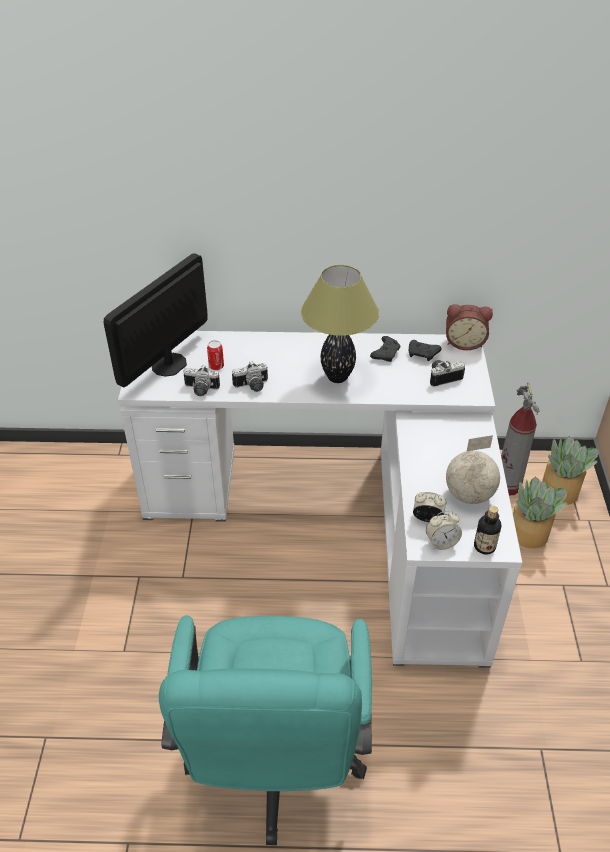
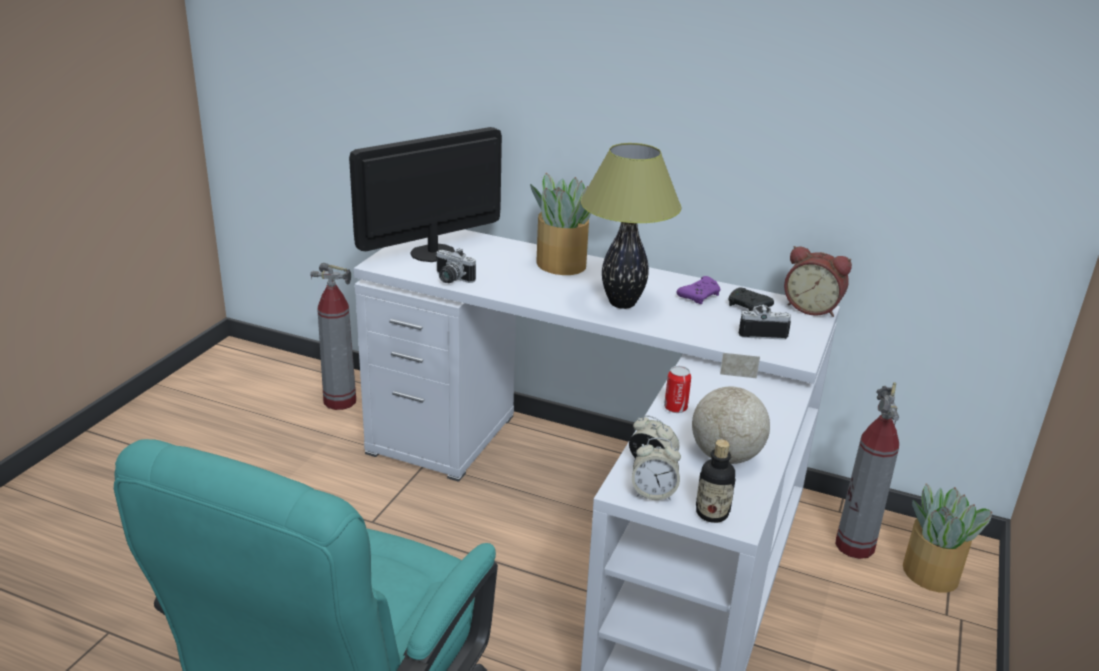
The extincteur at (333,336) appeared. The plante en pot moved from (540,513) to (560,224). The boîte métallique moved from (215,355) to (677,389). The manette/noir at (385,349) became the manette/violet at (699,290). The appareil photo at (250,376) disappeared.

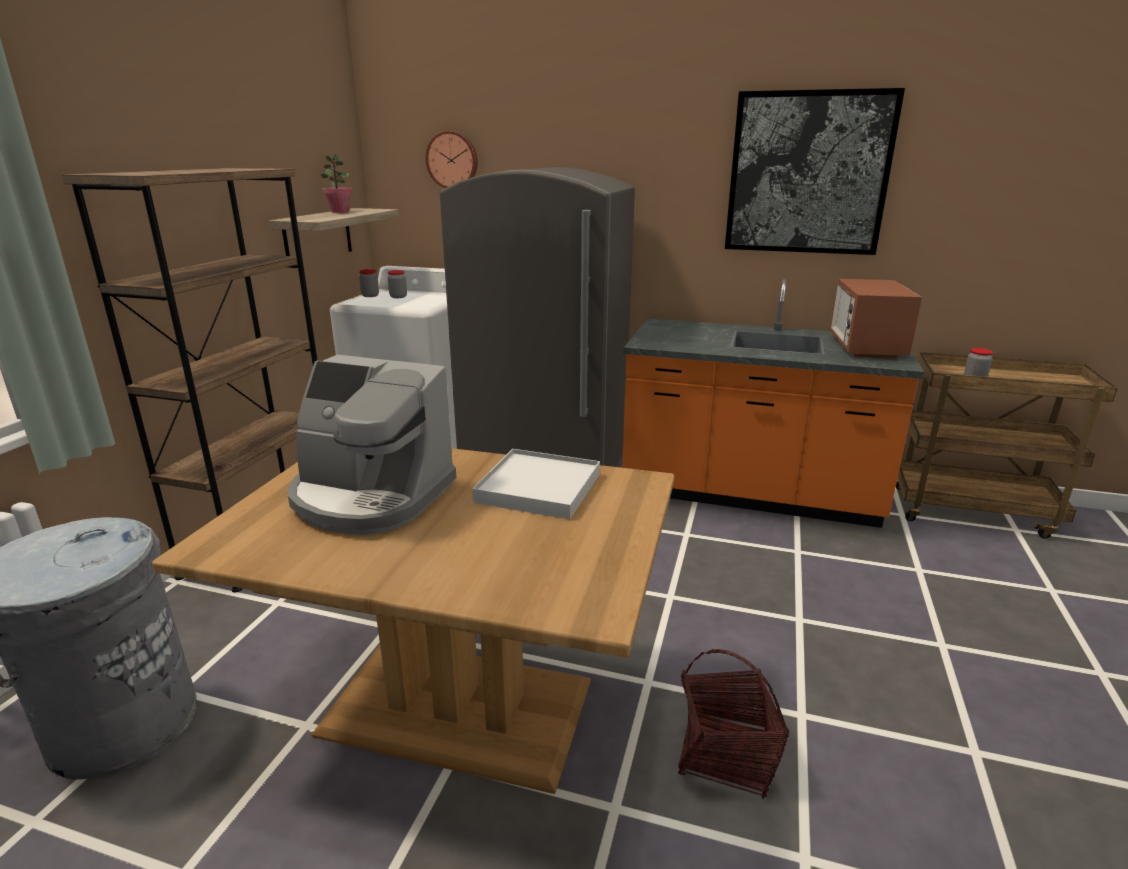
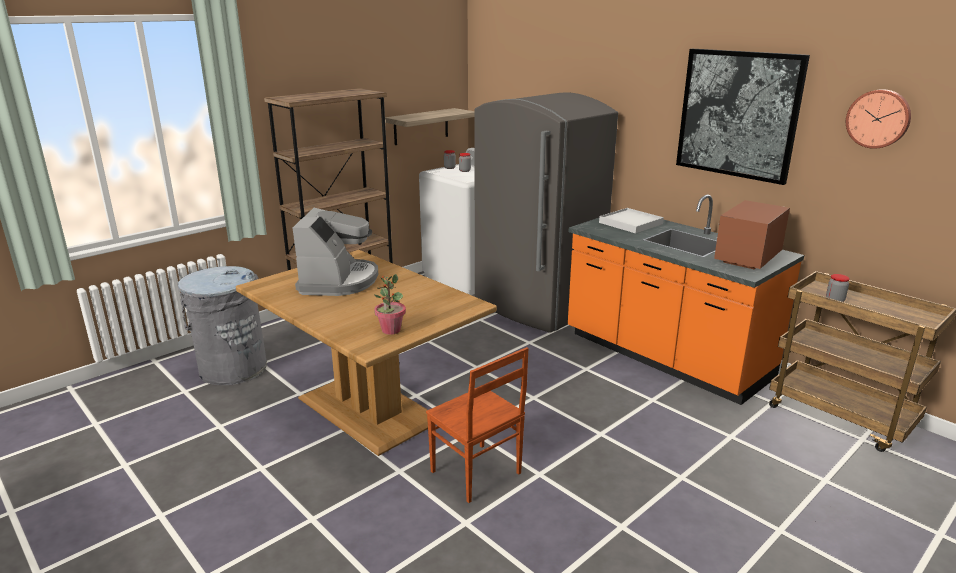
The machine à café at (372,445) turned 135 degrees counterclockwise. The plante en pot moved from (337,183) to (390,304). The panier at (734,724) was replaced by the chaise/marron at (477,425). The plateau/blanc moved from (536,484) to (631,220). The horloge murale moved from (451,159) to (878,119).

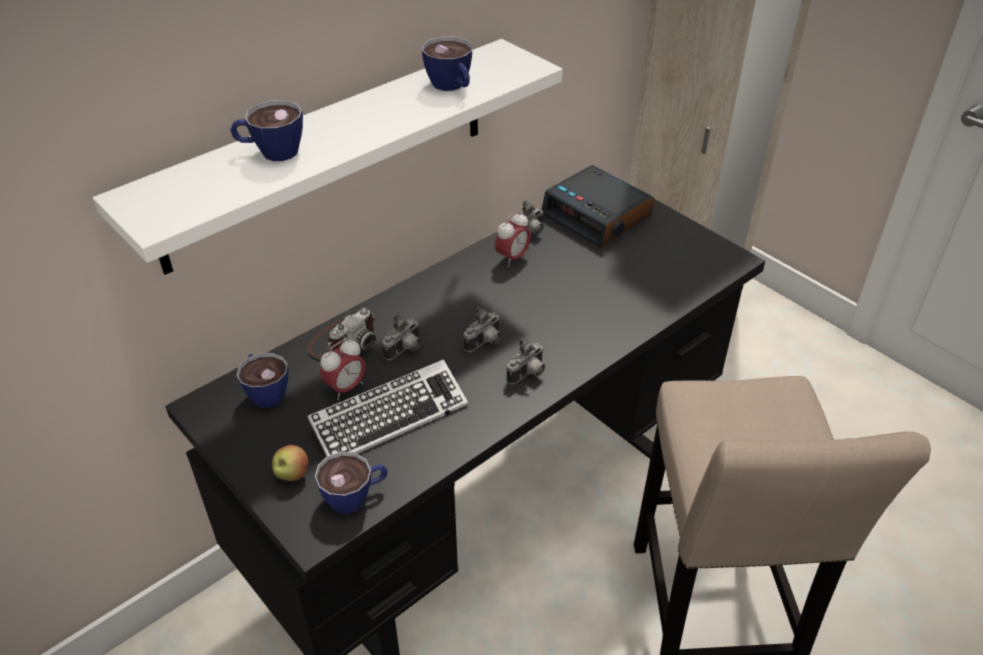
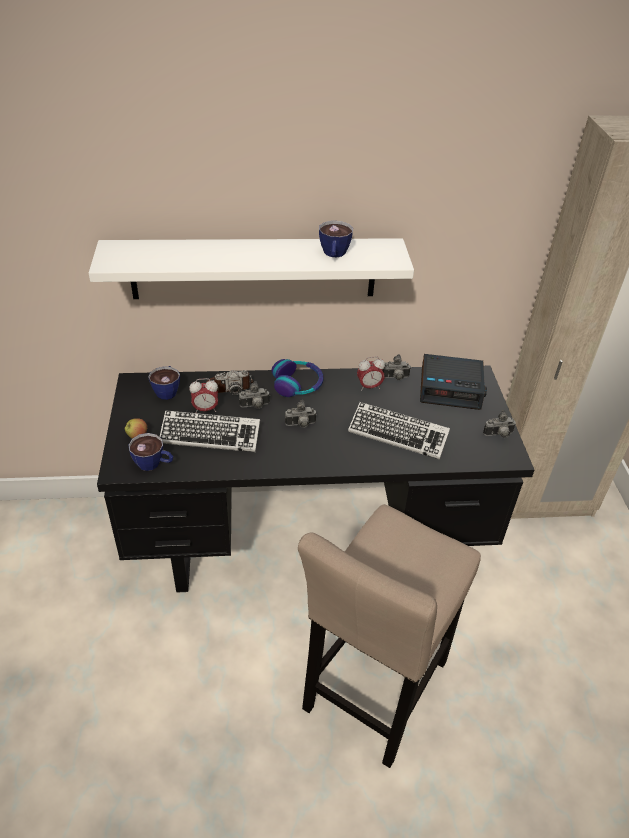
The casque audio at (298,378) appeared. The clavier at (399,431) appeared. The réveil at (598,206) turned 75 degrees counterclockwise. The appareil photo moved from (525,361) to (499,424). The tasse at (266,130) disappeared.

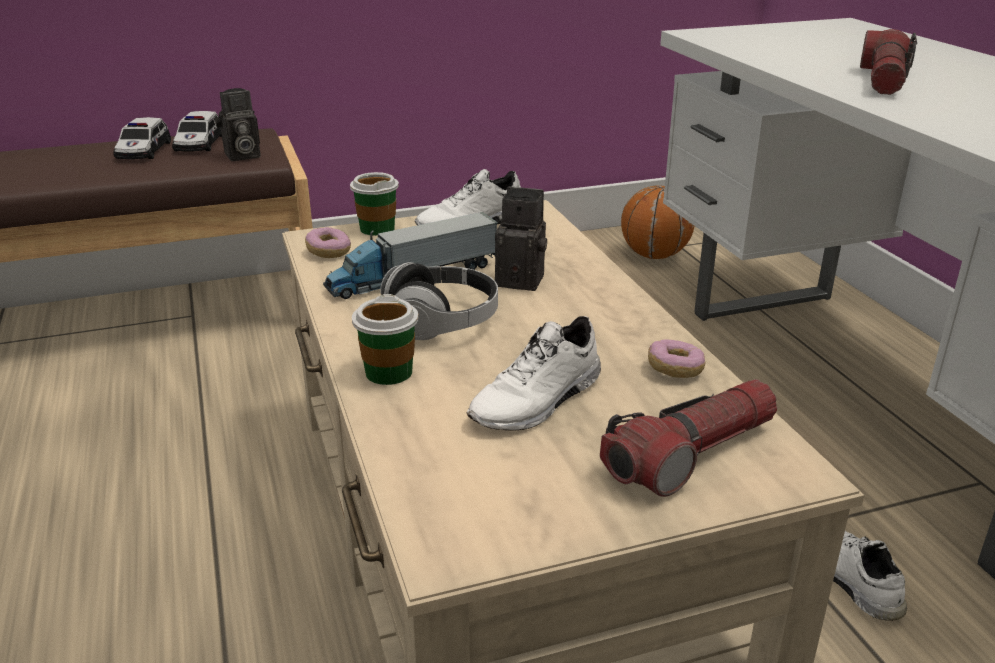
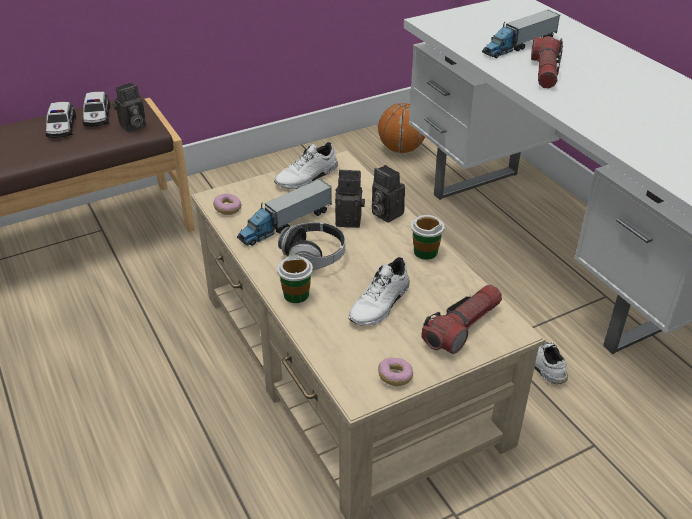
The appareil photo at (388,194) appeared. The beignet moved from (676,358) to (395,372). The tasse moved from (374,204) to (427,237). The camion jouet at (521,34) appeared.

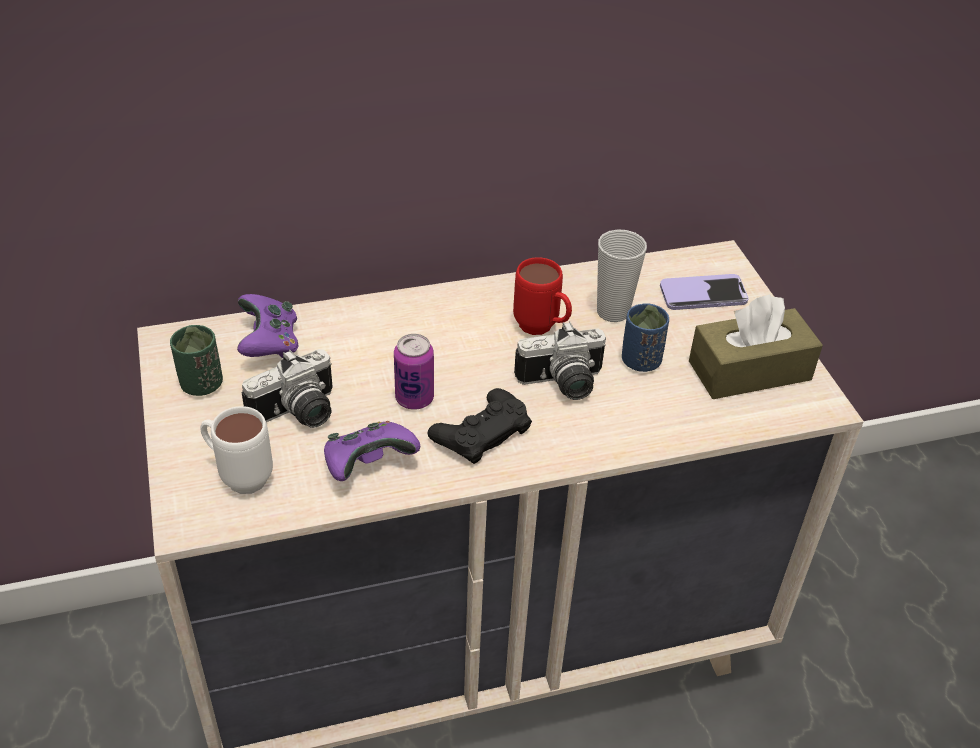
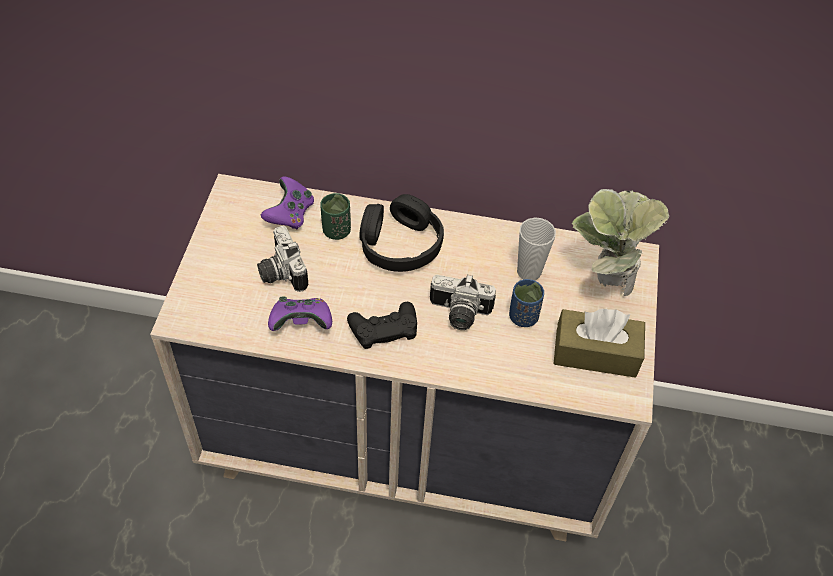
The appareil photo at (287,388) turned 75 degrees clockwise. The tasse/vert moved from (196,360) to (335,216). The casque audio/noir at (402,233) appeared. The téléphone at (704,292) was replaced by the plante en pot at (620,242). The mug/blanc at (236,450) disappeared. The boîte métallique at (414,372) disappeared. The mug/rouge at (542,296) disappeared.

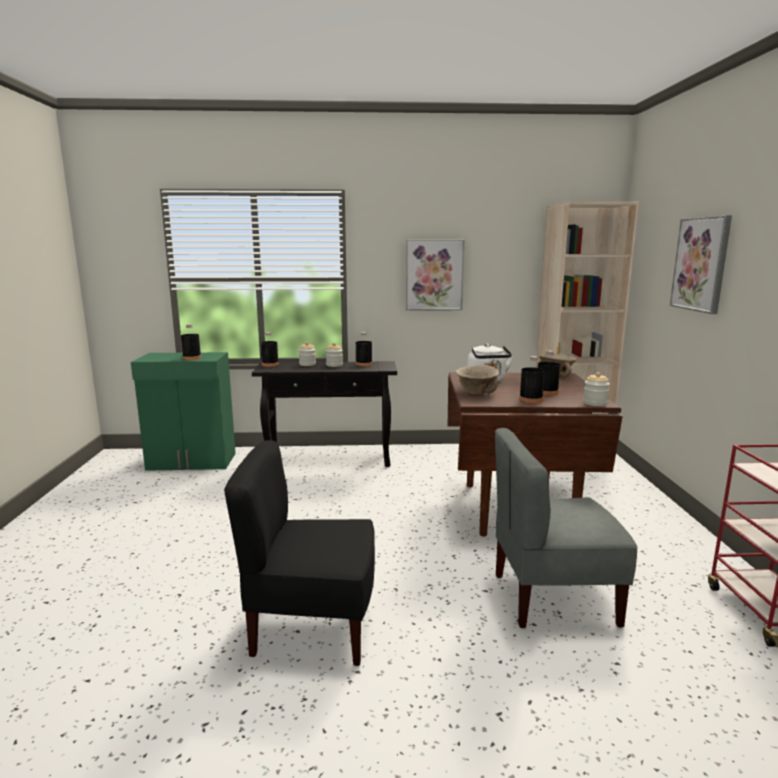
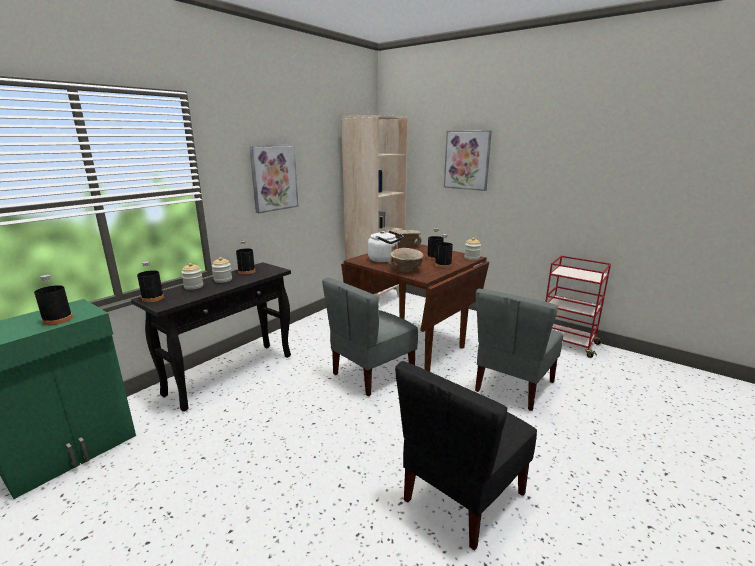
The chaise/gris at (370,337) appeared.

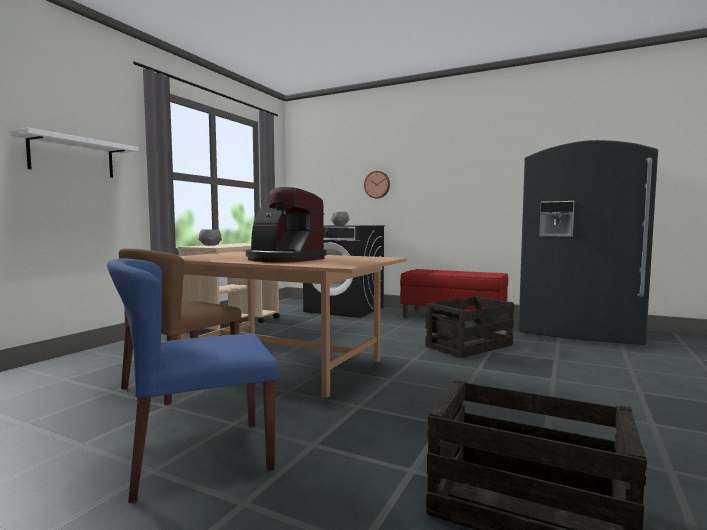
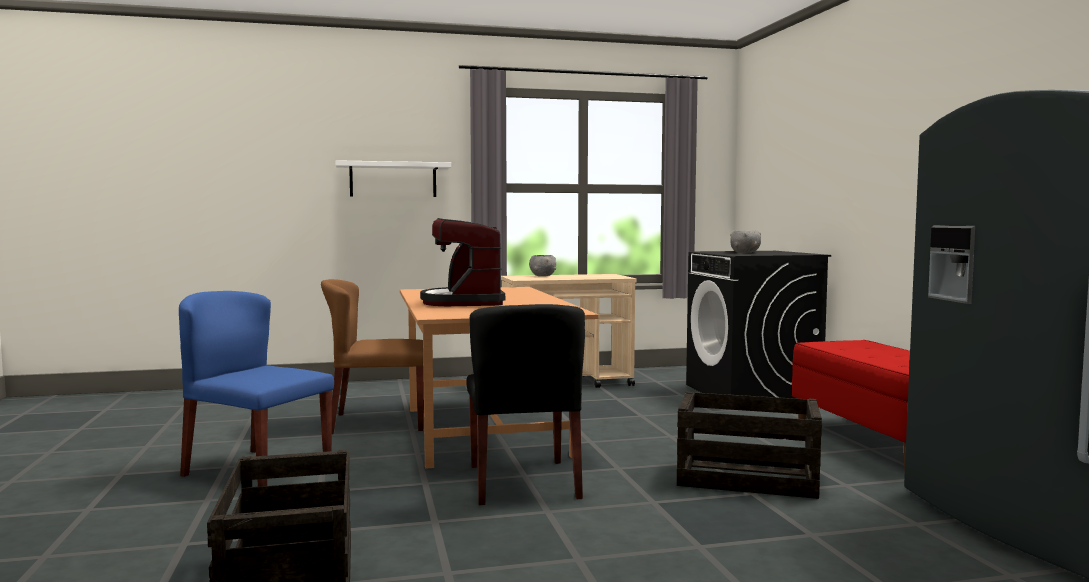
The chaise/noir at (525,404) appeared. The horloge murale at (377,185) disappeared.

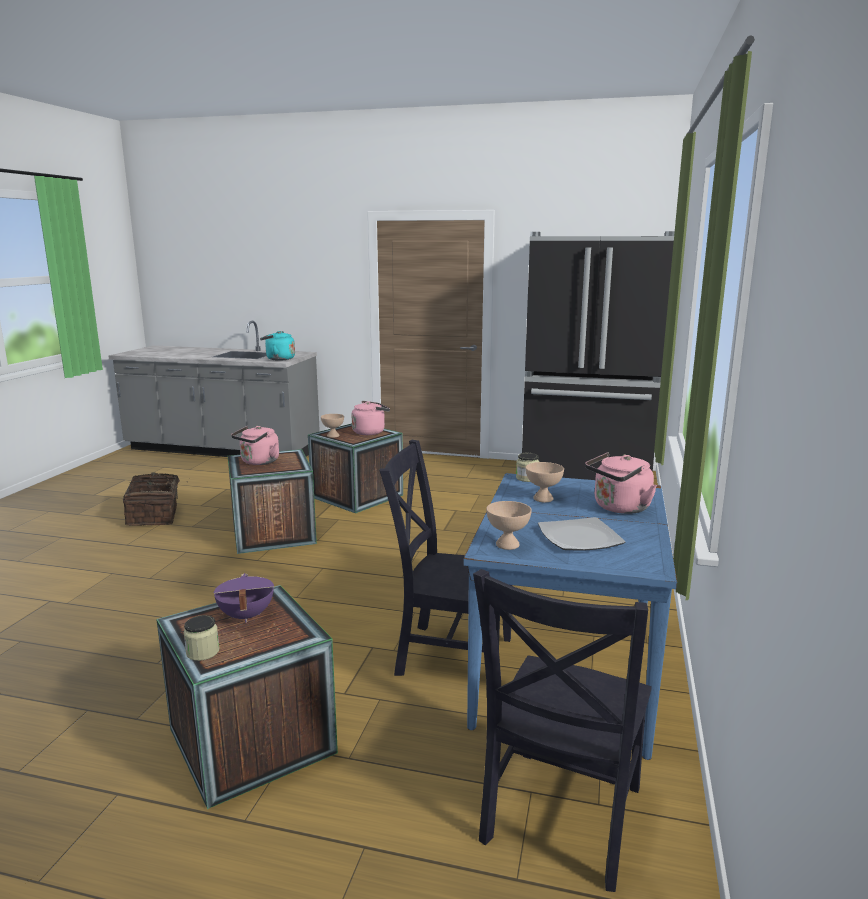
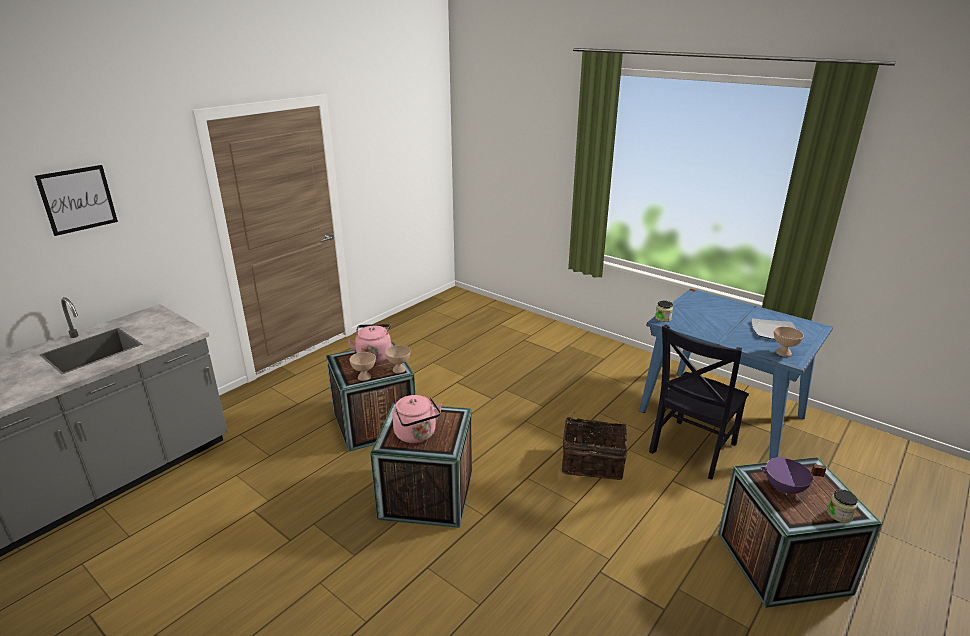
The tableau at (76,200) appeared. The bol/beige moved from (545,482) to (398,359). The panier moved from (155,499) to (594,446). The bouilloire/turquoise at (277,346) disappeared. The chaise/noir at (562,730) disappeared. The réfrigérateur/noir at (598,355) disappeared. The bouilloire/rose at (621,483) disappeared.

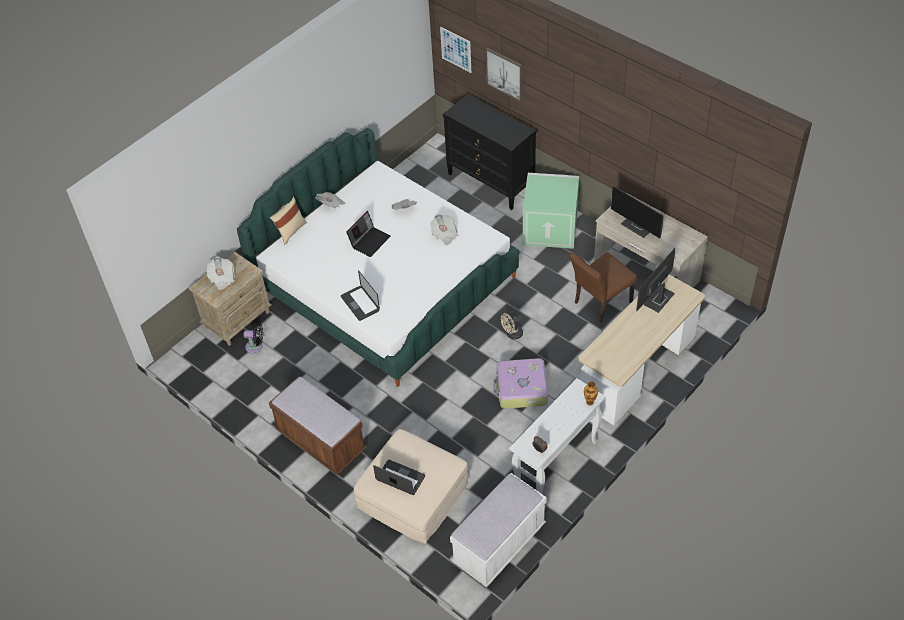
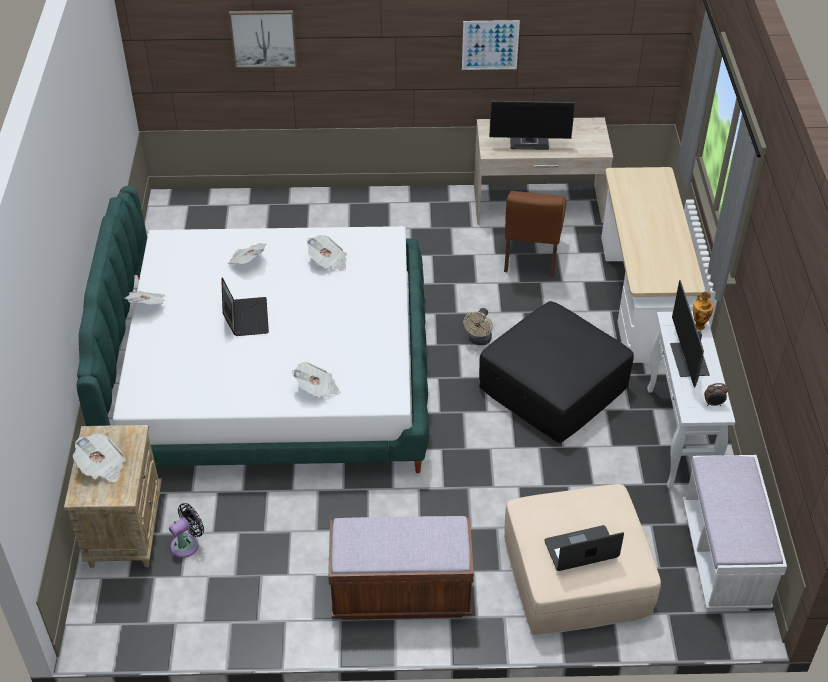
The ordinateur portable at (360,295) was replaced by the journal at (316,379). The tableau moved from (455,50) to (491,45). The valise at (520,383) was replaced by the pouf/noir at (556,372). The écran d'ordinateur moved from (655,280) to (690,334). The coussin/beige at (288,220) disappeared. The commode/noir at (489,152) disappeared. The boîte de rangement/vert at (551,211) disappeared.

